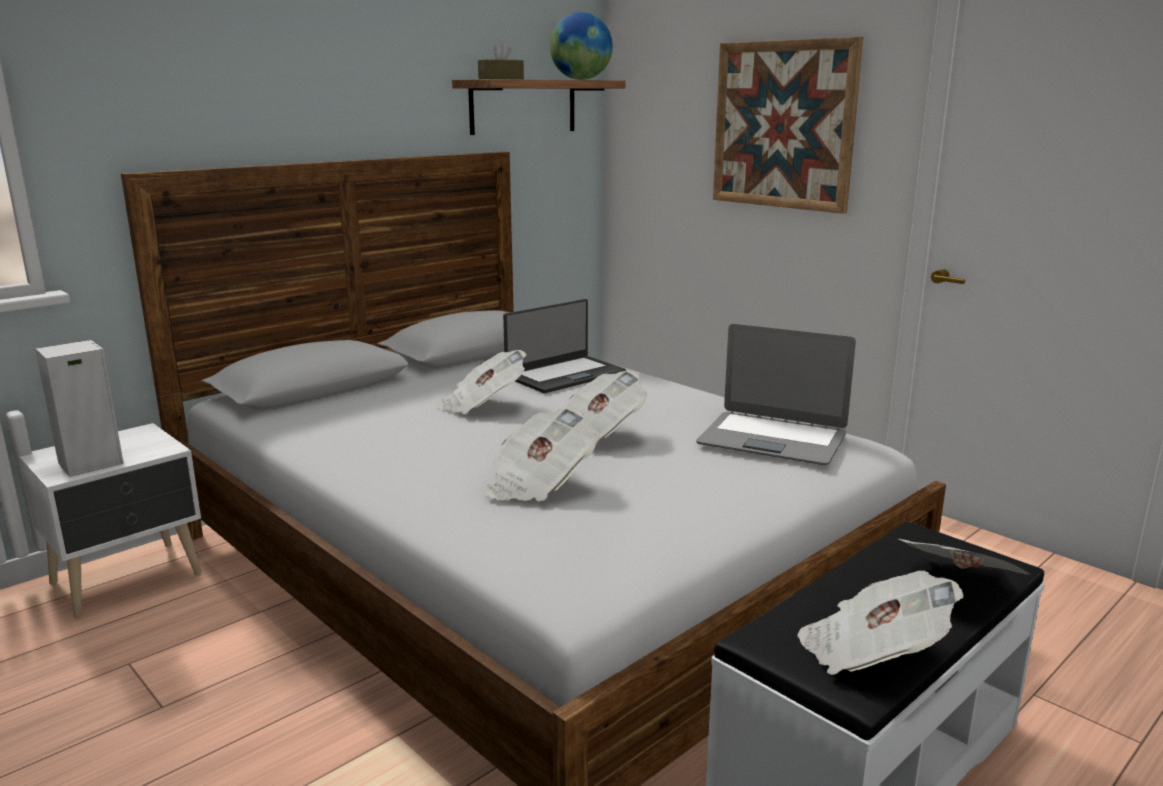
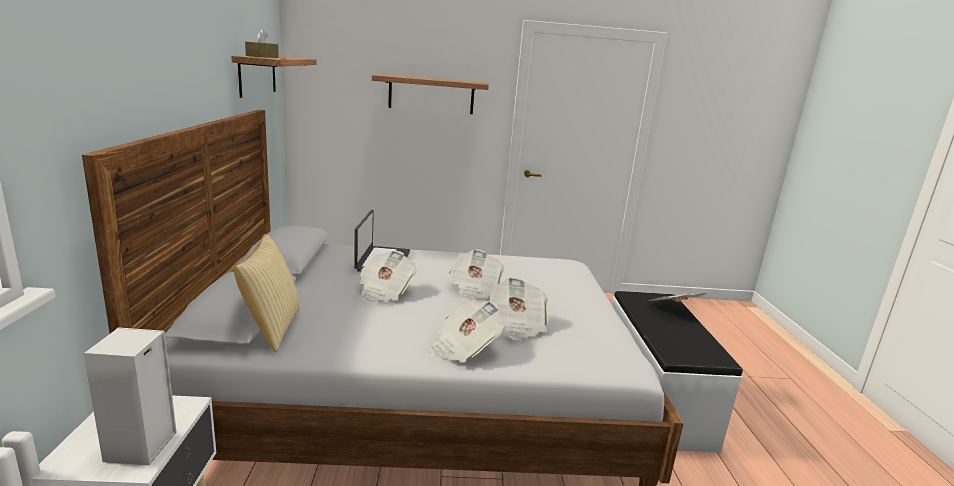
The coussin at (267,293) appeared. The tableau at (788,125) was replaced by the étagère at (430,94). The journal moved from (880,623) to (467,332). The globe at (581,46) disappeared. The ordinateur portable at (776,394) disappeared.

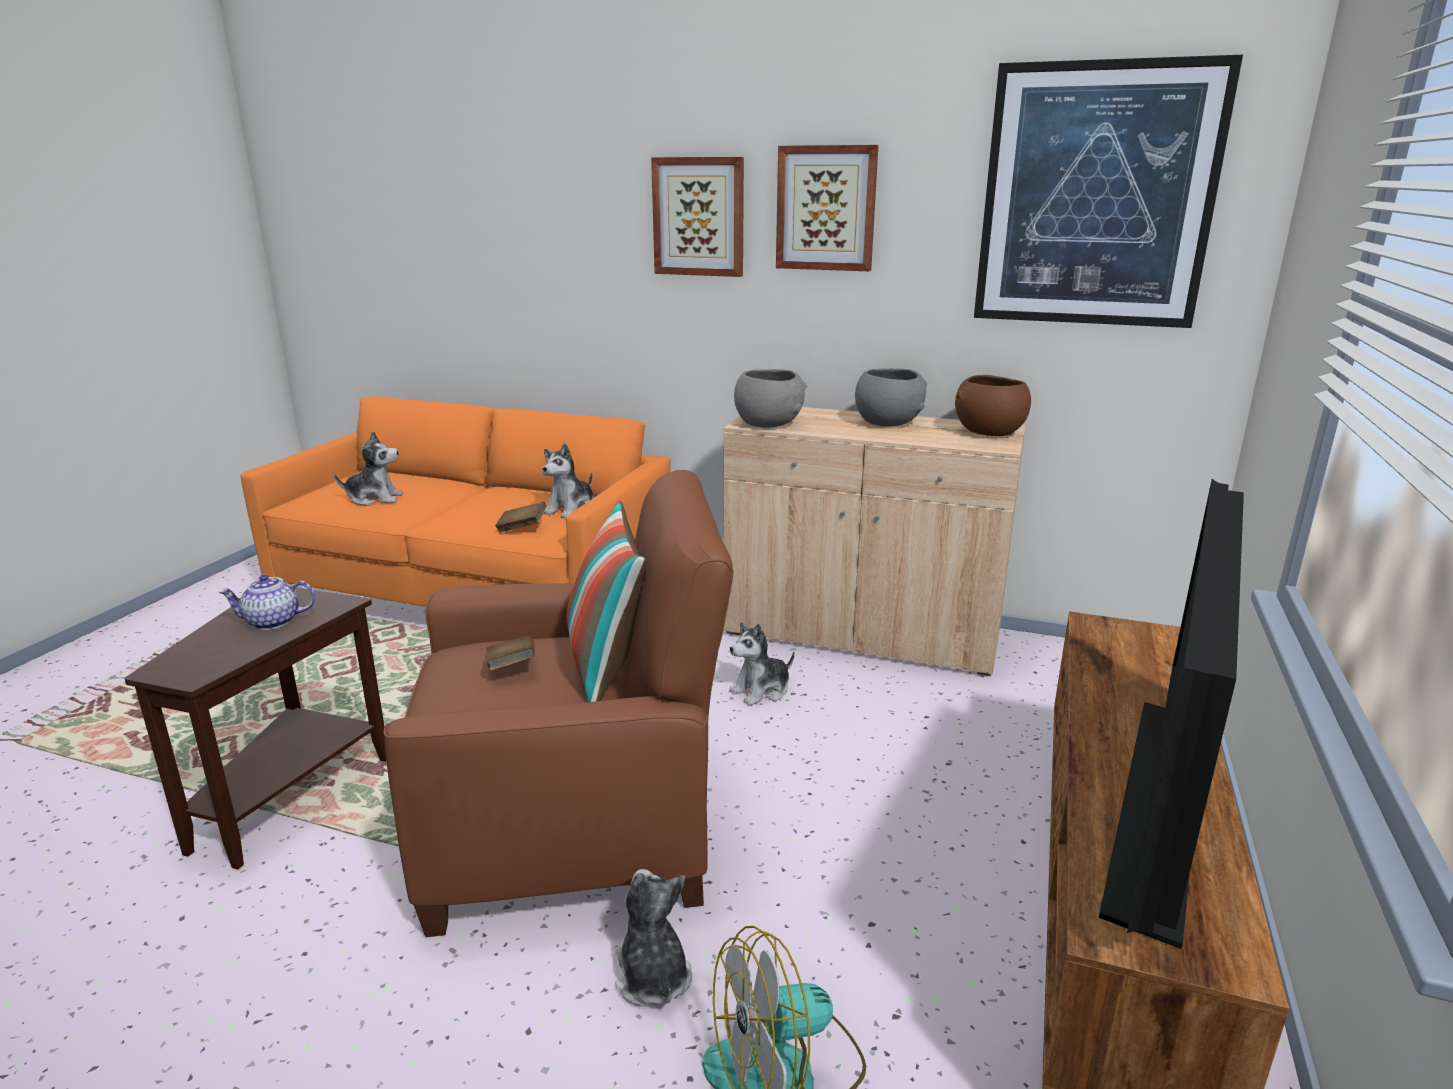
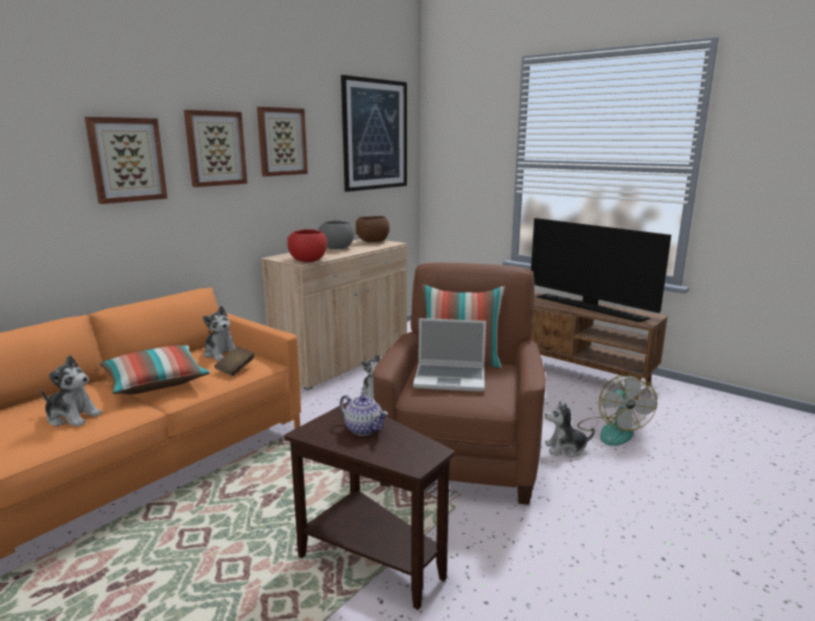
The peluche at (368,468) turned 90 degrees clockwise. The tableau at (126,160) appeared. The coussin at (155,369) appeared. The bol/gris at (770,398) became the bol/rouge at (307,245). The théière at (267,602) turned 60 degrees counterclockwise. The livre/marron at (510,653) was replaced by the ordinateur portable at (449,355).

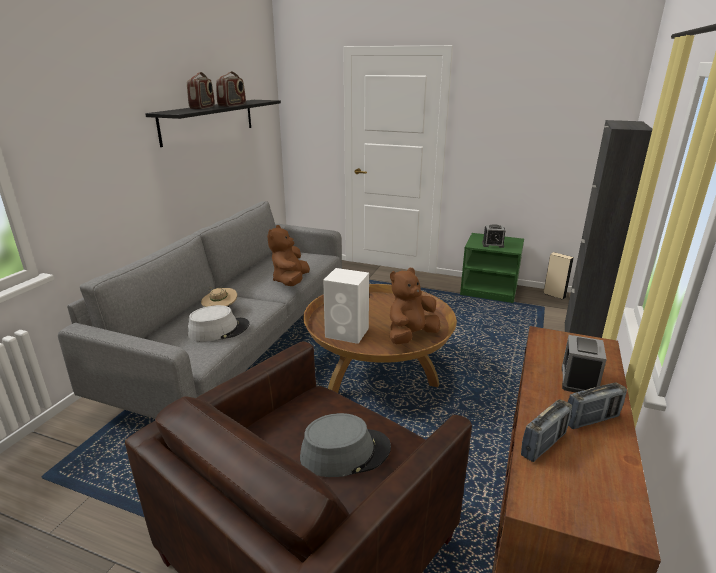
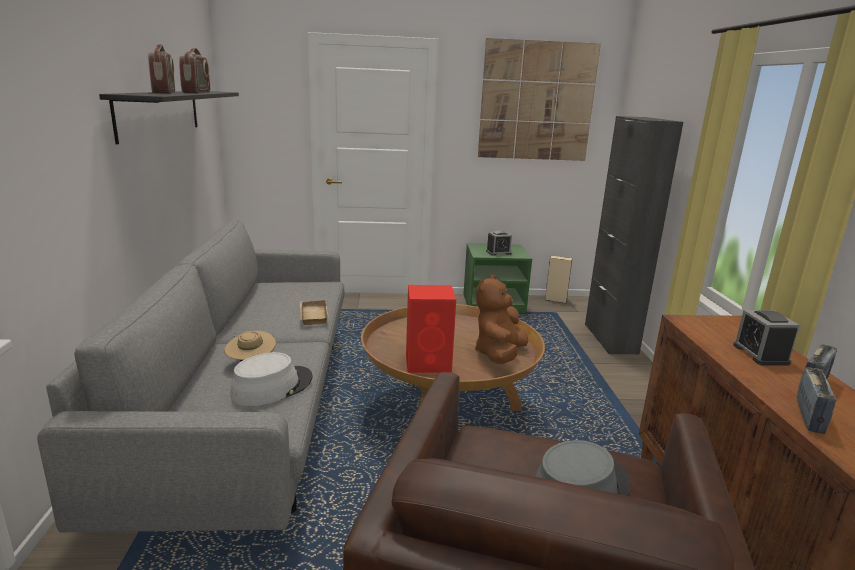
The peluche/marron at (288,255) was replaced by the plateau/beige at (314,312). The enceinte/blanc at (346,306) became the enceinte/rouge at (431,329). The tableau at (539,99) appeared.

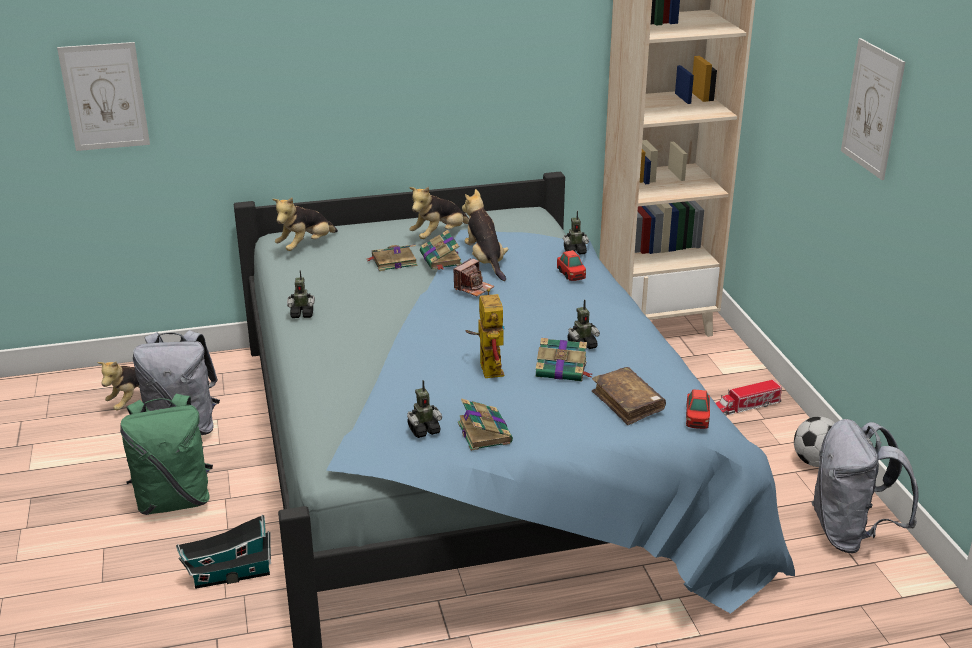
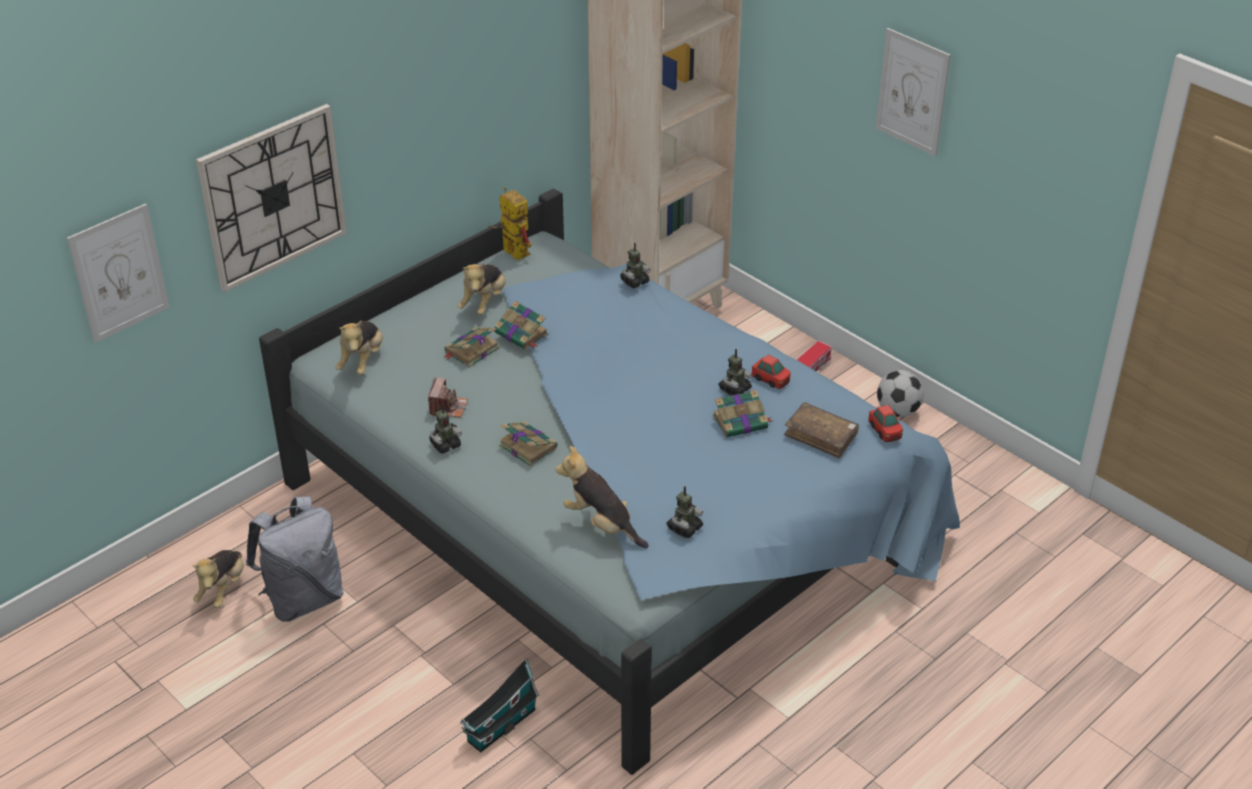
The horloge murale at (271,198) appeared. The appareil photo moved from (473,277) to (448,397). The robot jouet moved from (484,333) to (510,224). The livre moved from (485,425) to (528,444). The peluche moved from (485,235) to (602,496). The petite voiture moved from (571,265) to (771,372). The sac à dos/vert at (166,454) disappeared. The sac à dos/gris at (865,486) disappeared.

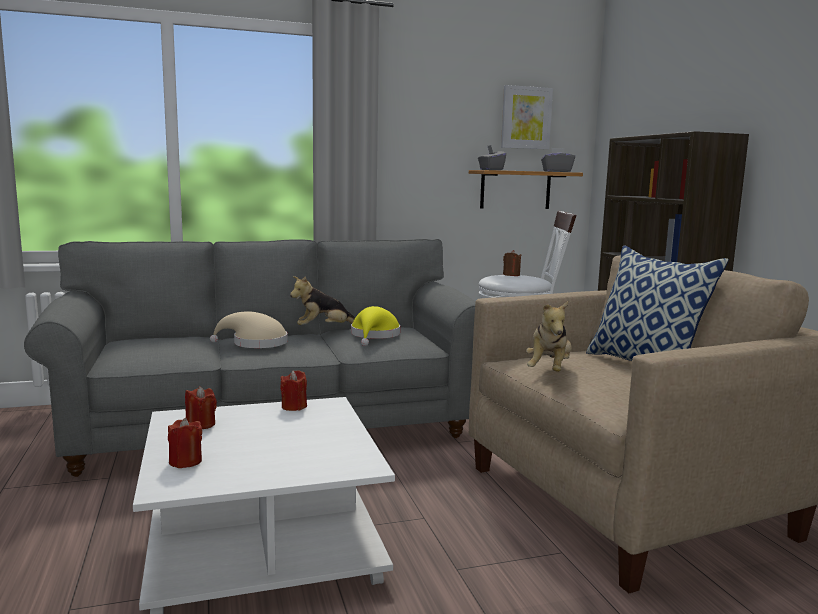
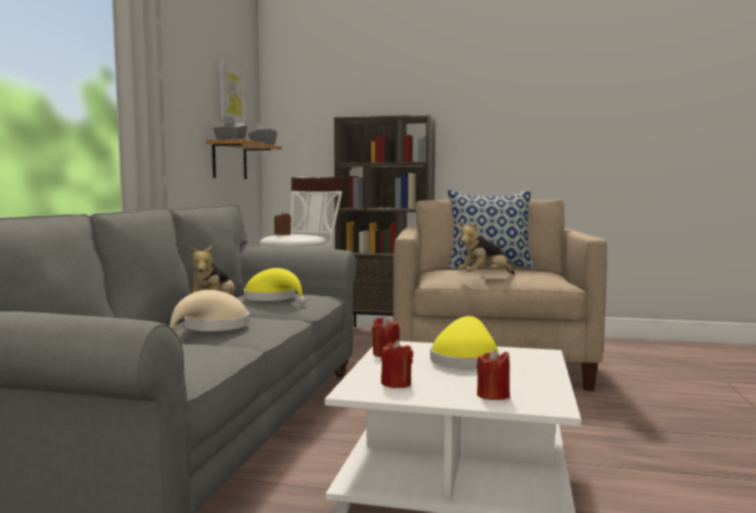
The chapeau/jaune at (464,342) appeared. The peluche at (549,336) turned 105 degrees clockwise.

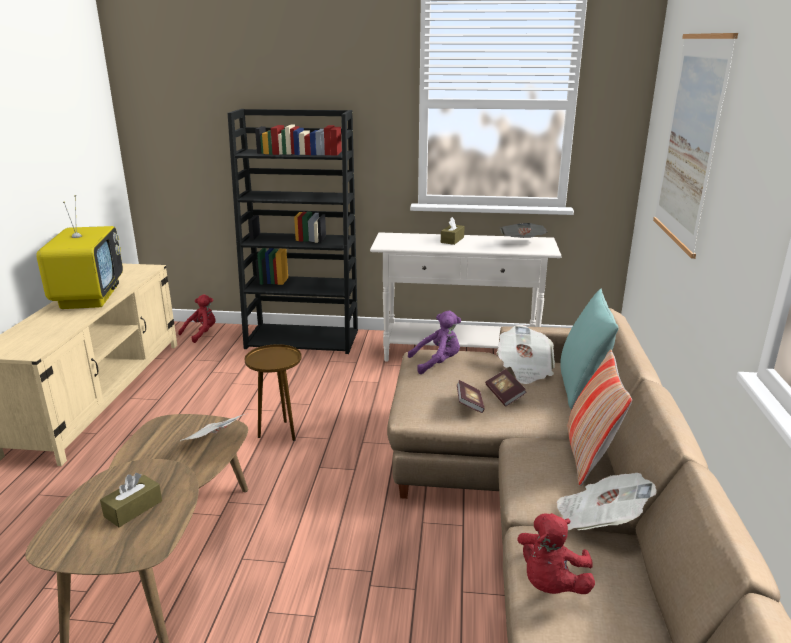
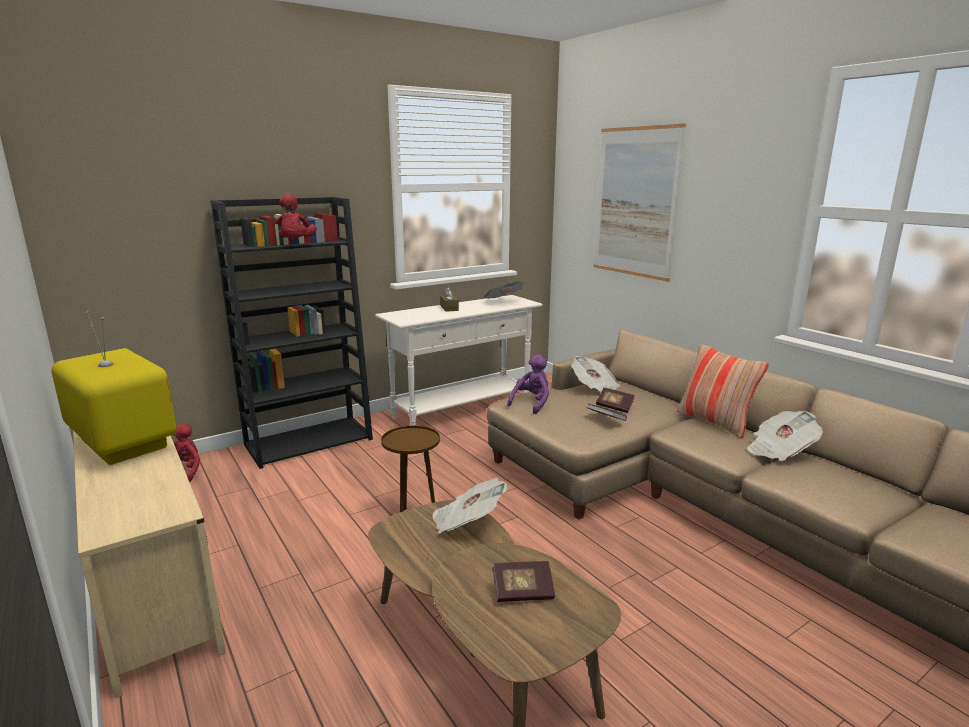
The peluche/rouge moved from (556,553) to (295,216). The boîte à mouchoirs/marron at (131,500) was replaced by the livre at (524,581). The coussin/turquoise at (589,349) disappeared.

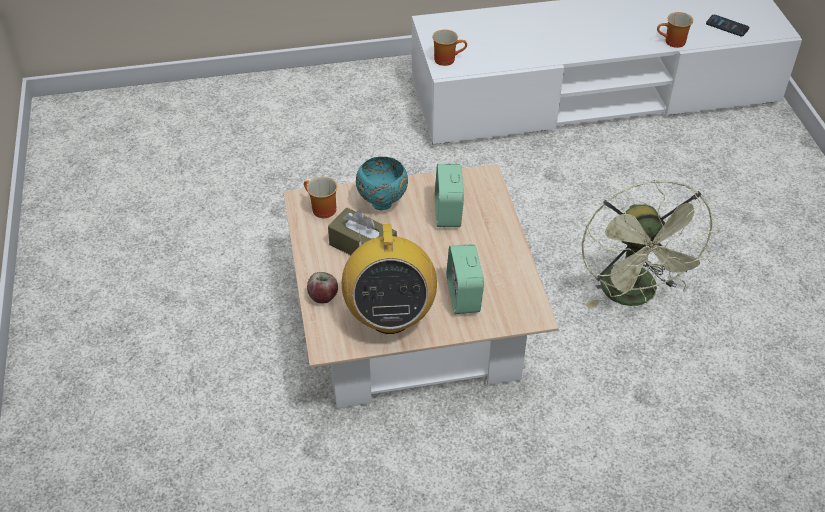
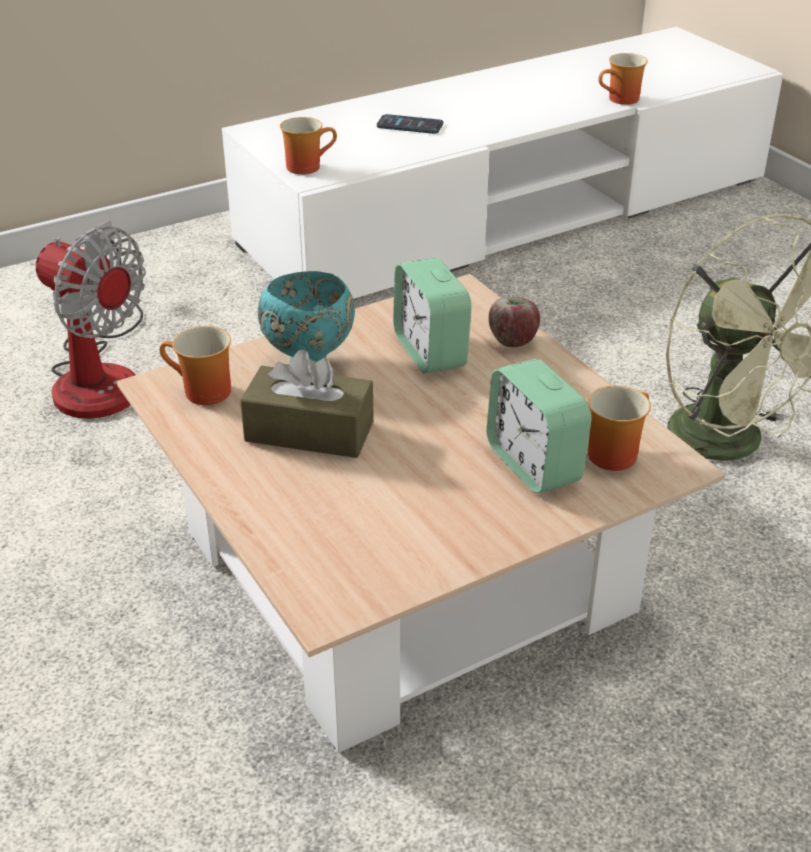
The ventilateur at (91,319) appeared. The téléphone moved from (727,25) to (410,124). The pomme moved from (322,288) to (514,322). The mug at (619,428) appeared. The radio at (389,278) disappeared.

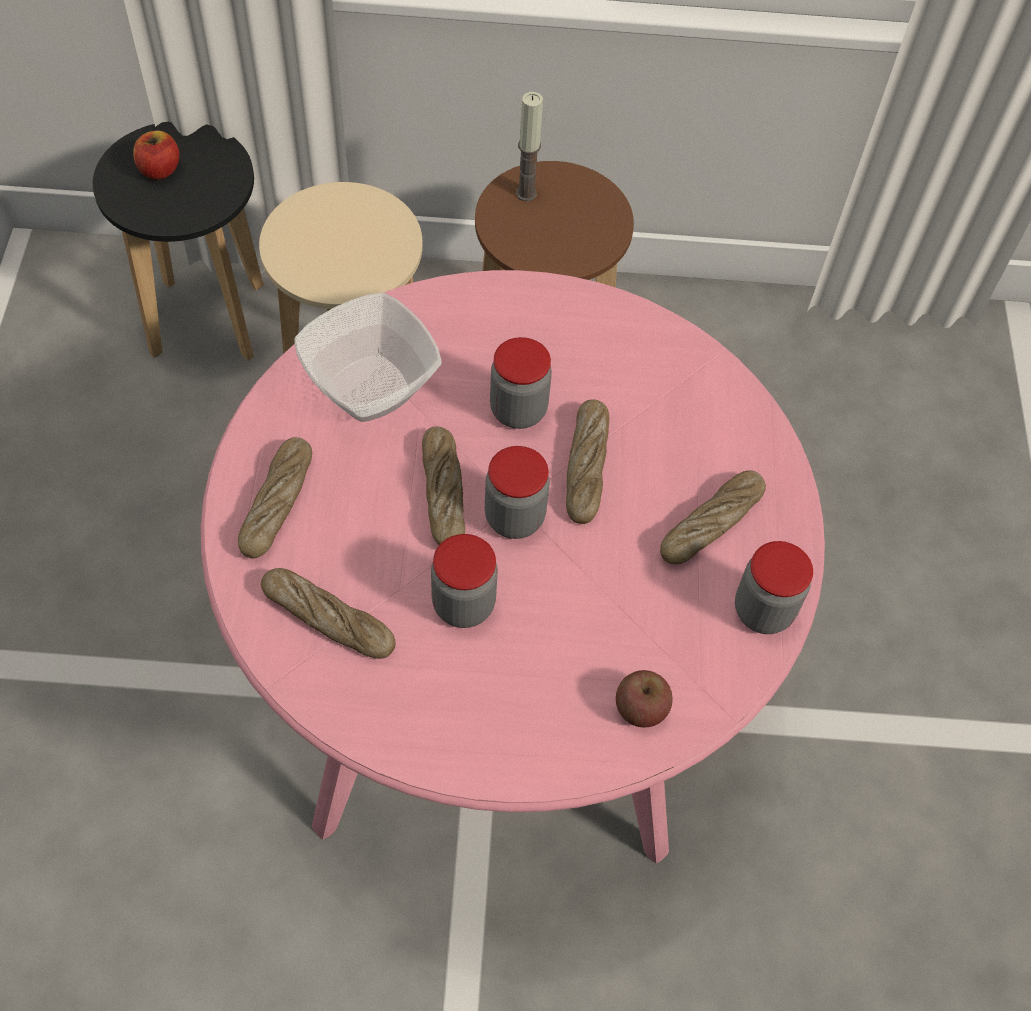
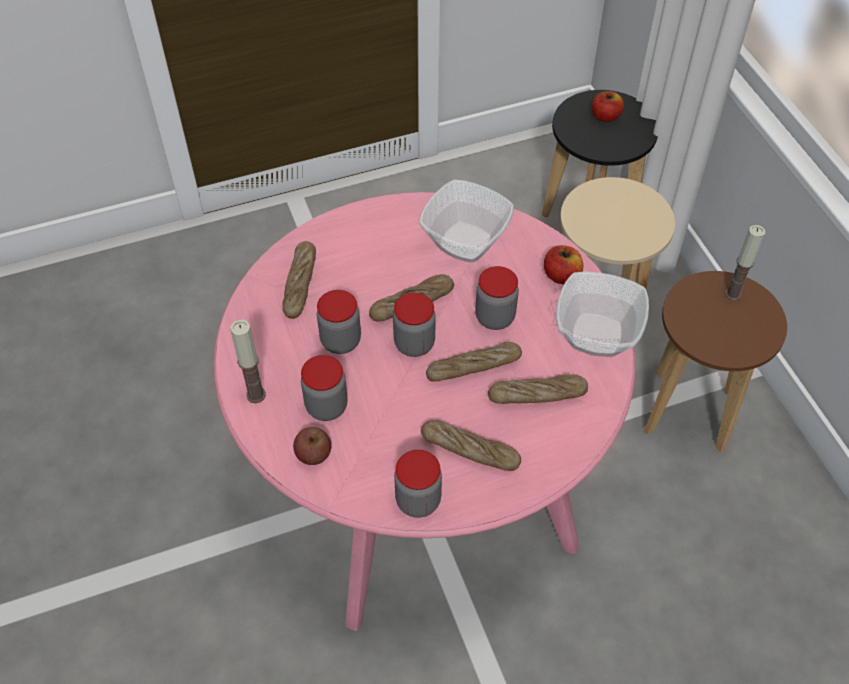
The bougie at (248,361) appeared. The bocal at (324,388) appeared. The pain moved from (275,497) to (538,389). The pomme at (563,264) appeared. The bol at (602,314) appeared.

